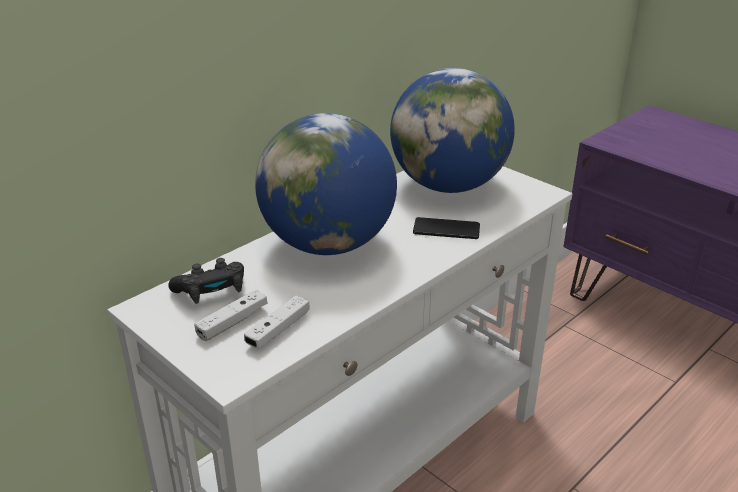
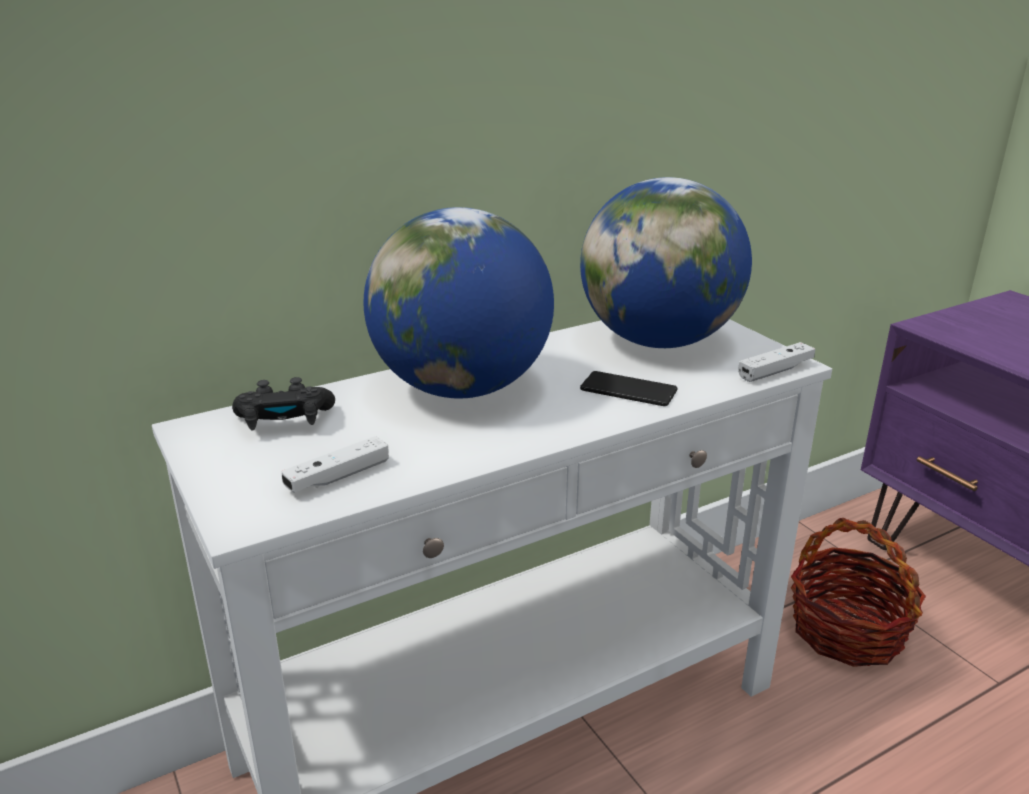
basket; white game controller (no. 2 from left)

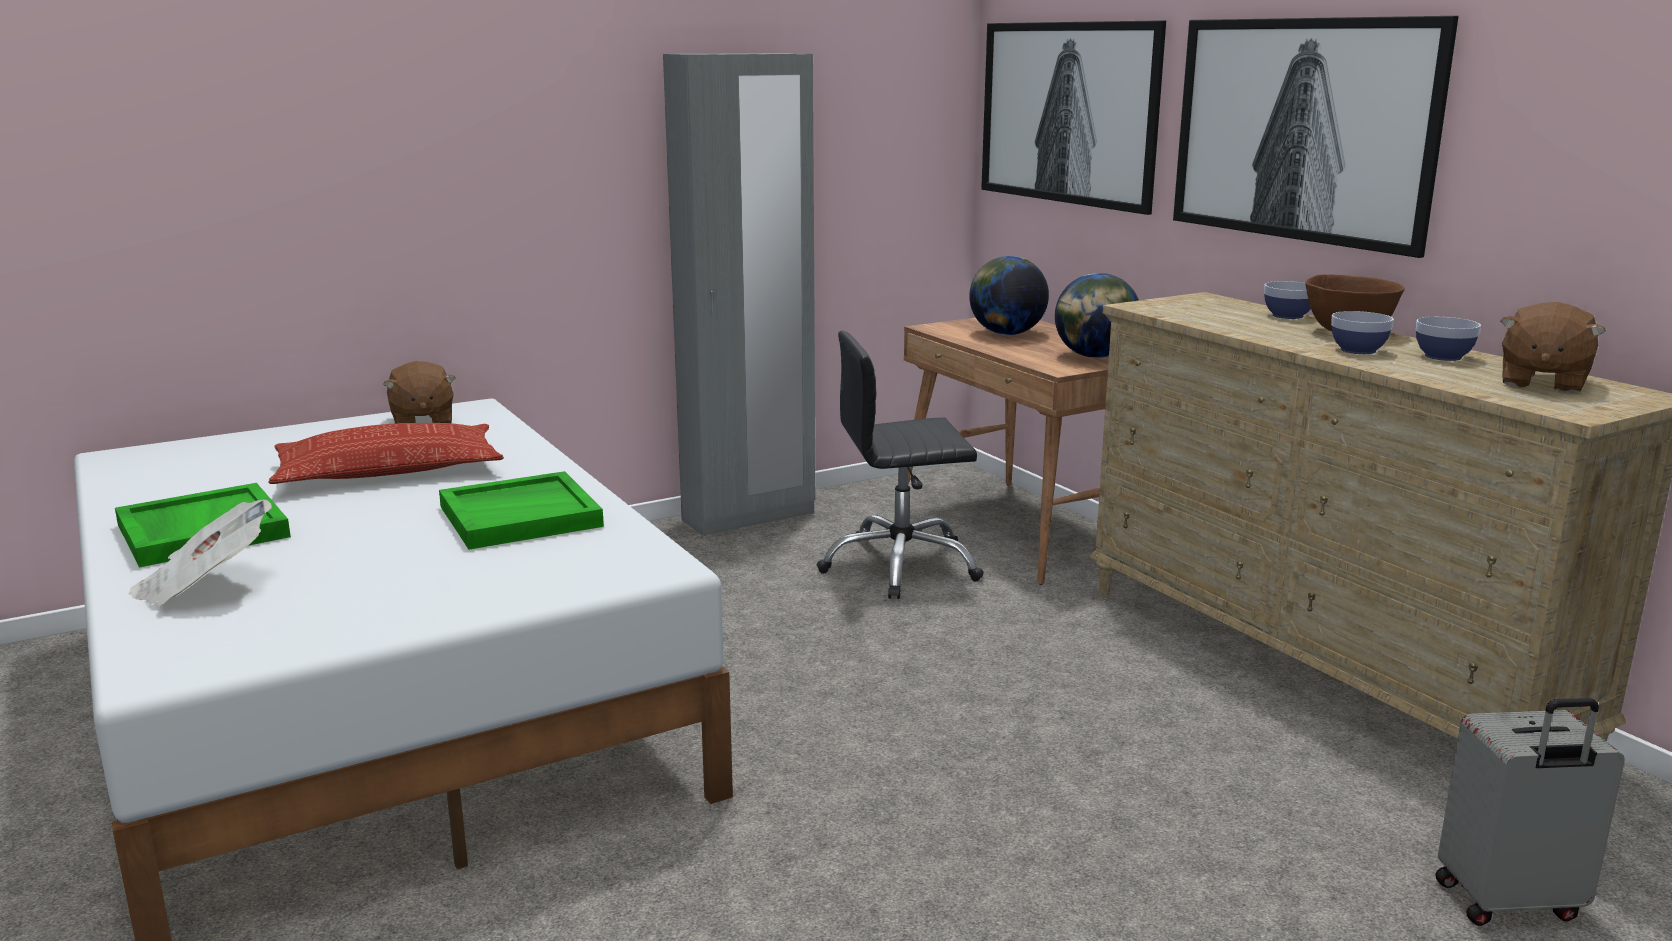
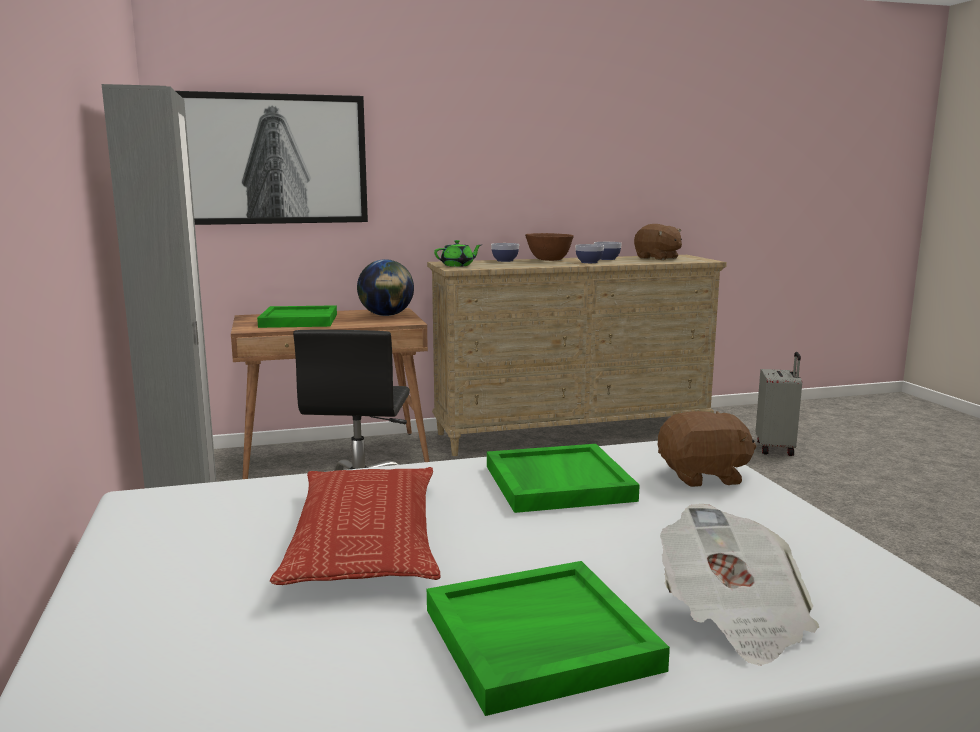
picture (no. 2 from left in the first image); green teapot; brown plush toy (no. 2 from left); green tray (no. 1 from left)

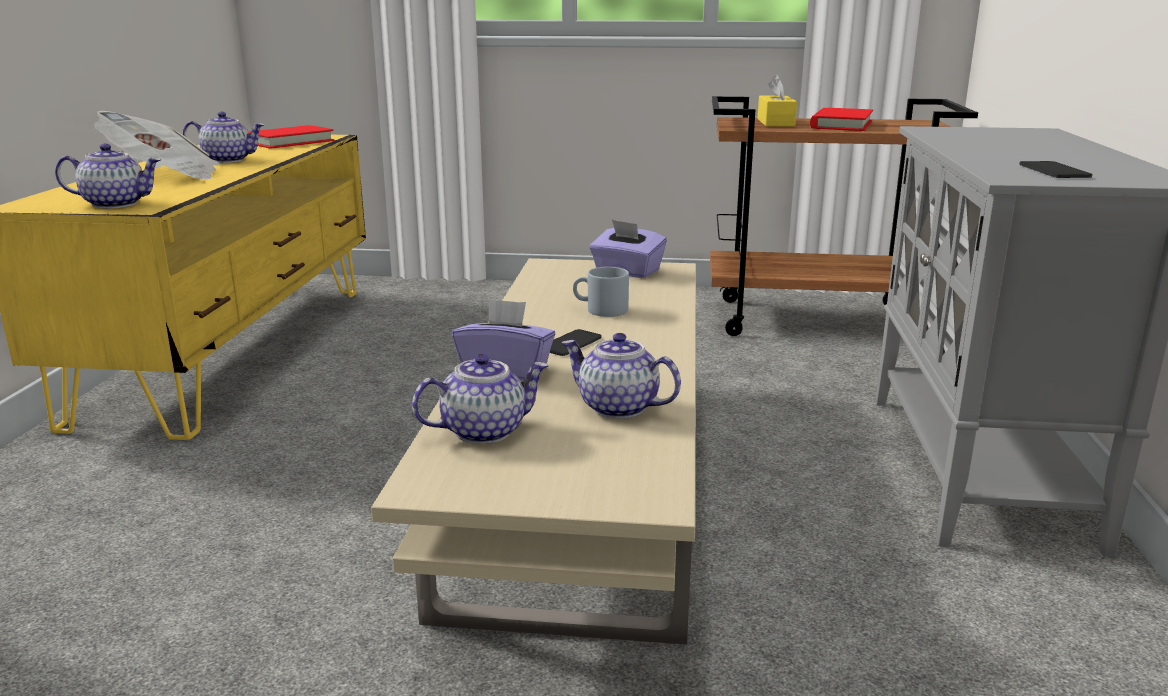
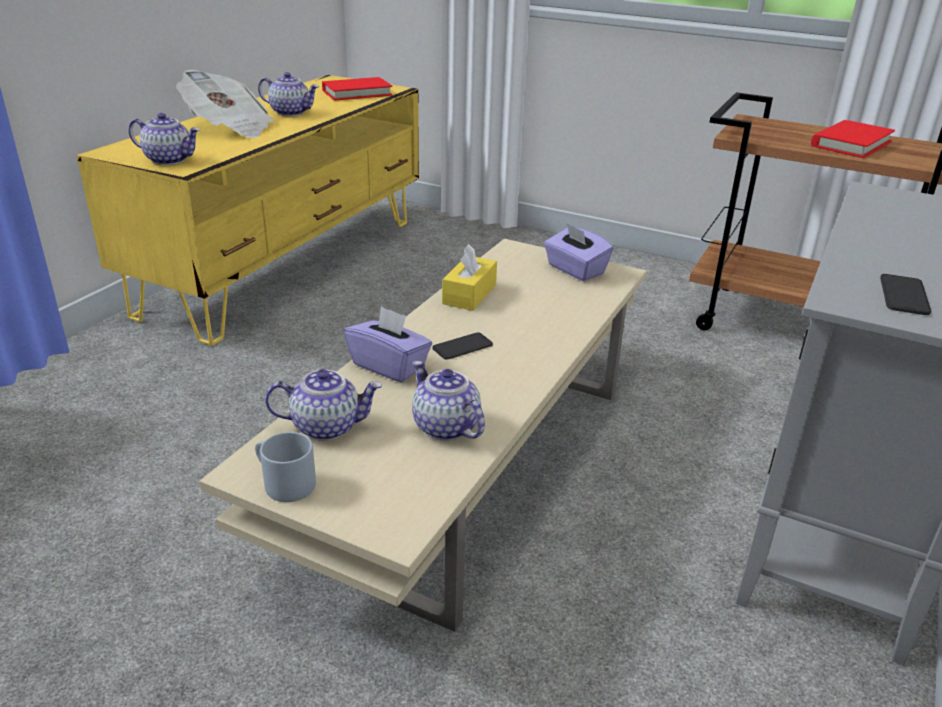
grey mug; yellow tissue box

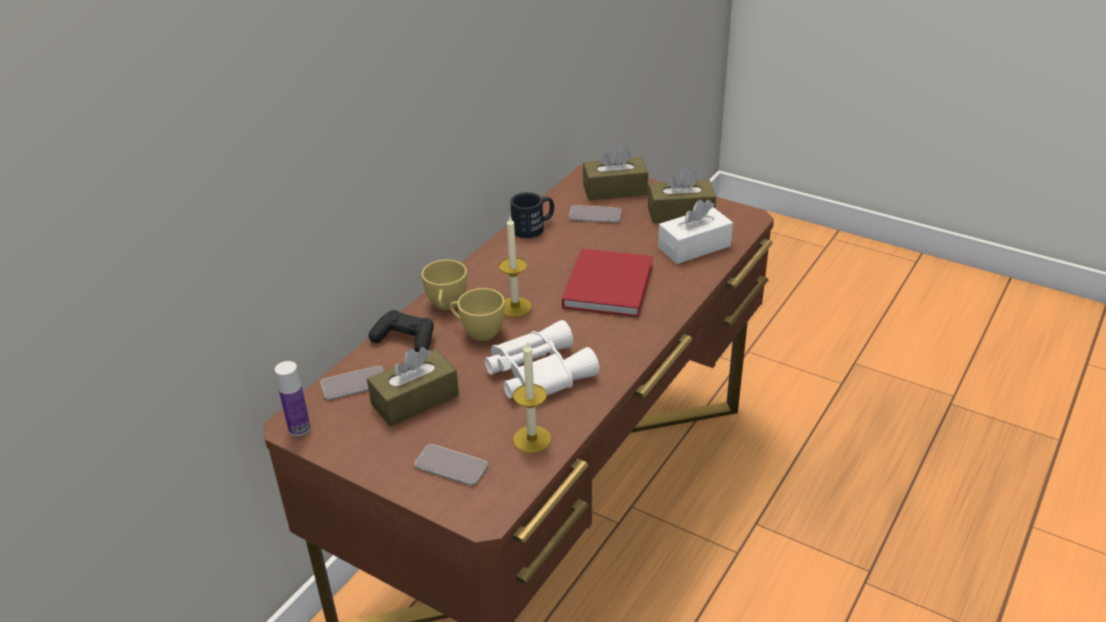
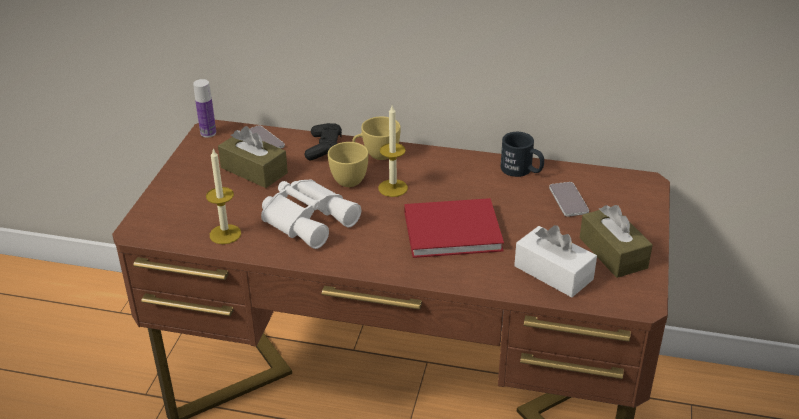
phone (no. 2 from left in the first image); brown tissue box (no. 2 from left in the first image)

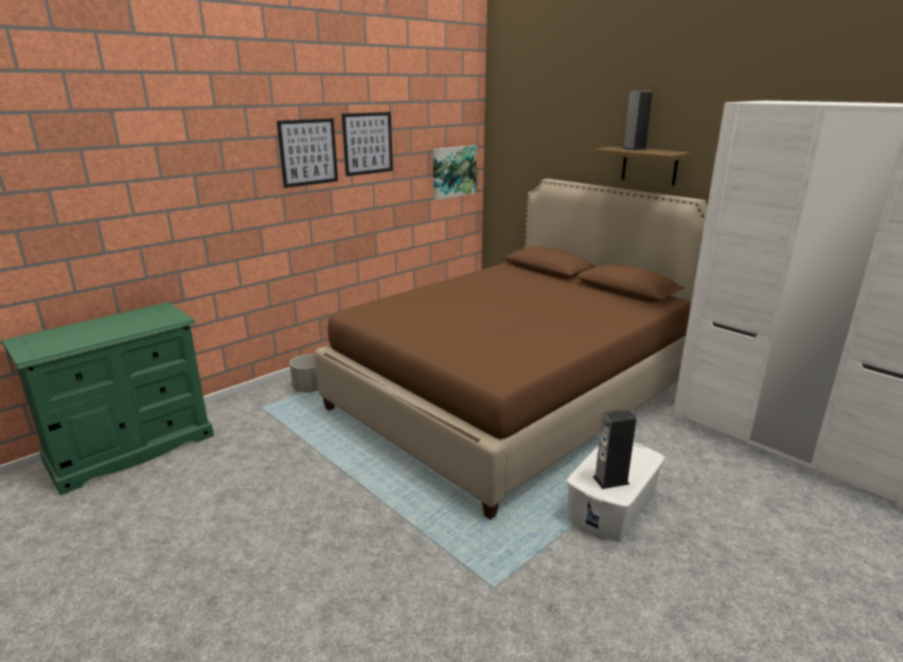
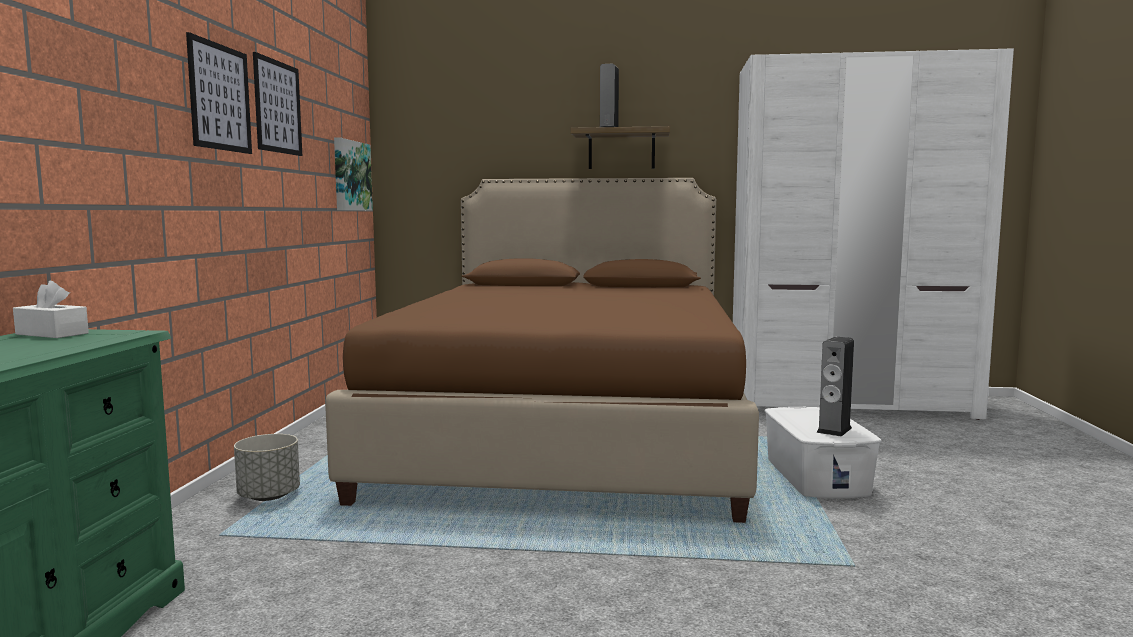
white tissue box

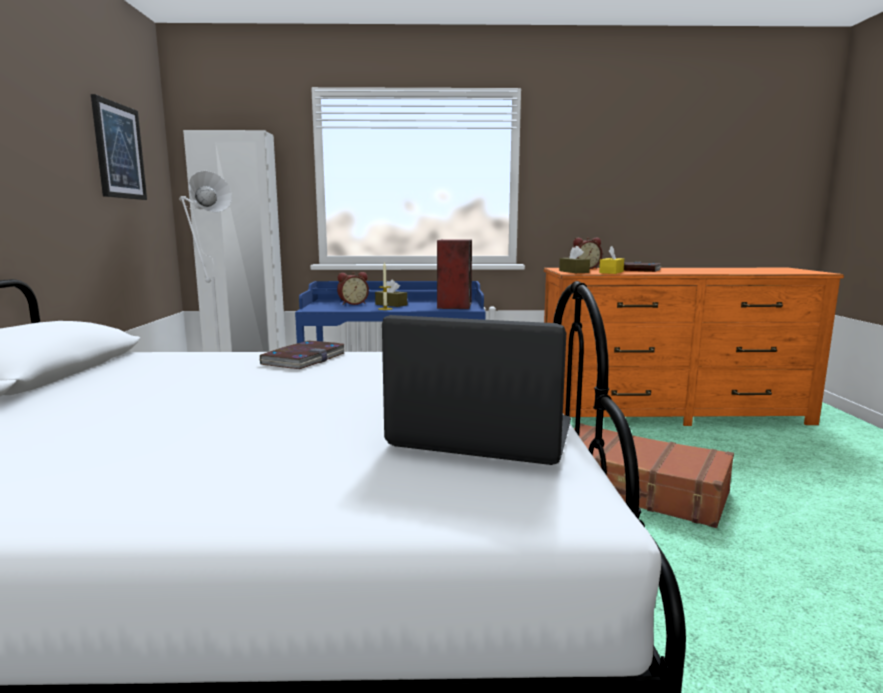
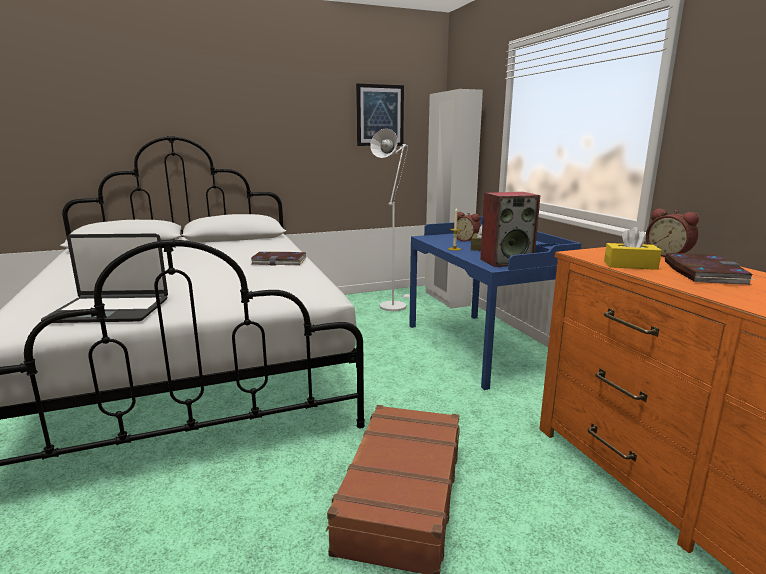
brown tissue box (no. 2 from left in the first image); laptop

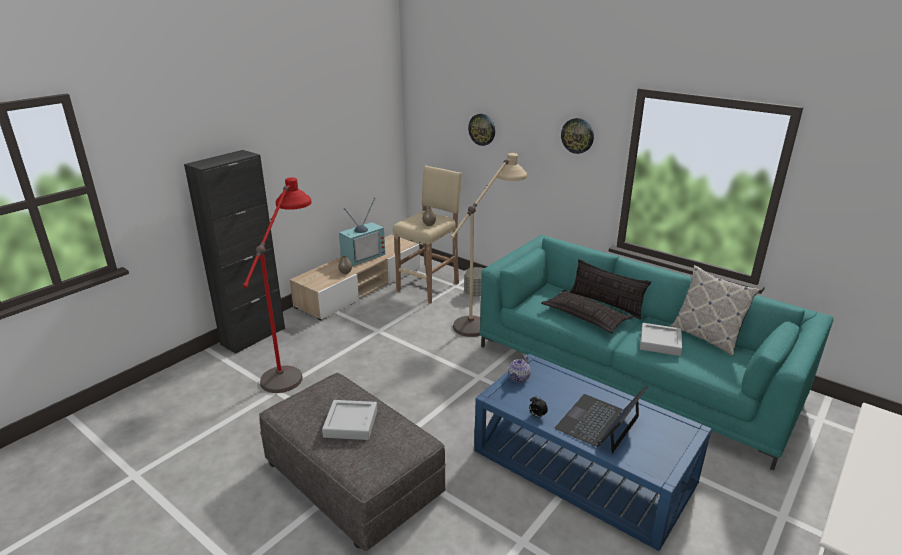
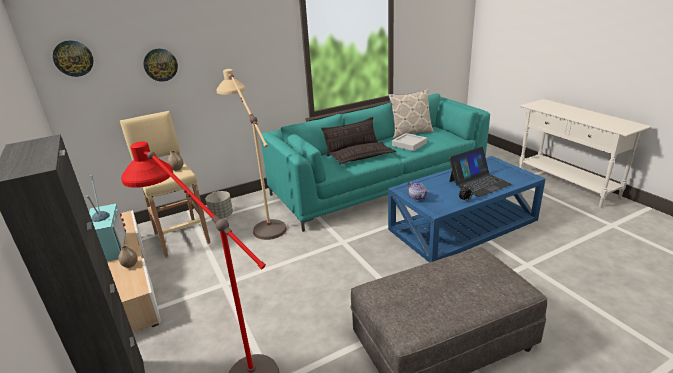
grey tray (no. 1 from left in the first image); wall clock (no. 1 from left); laptop

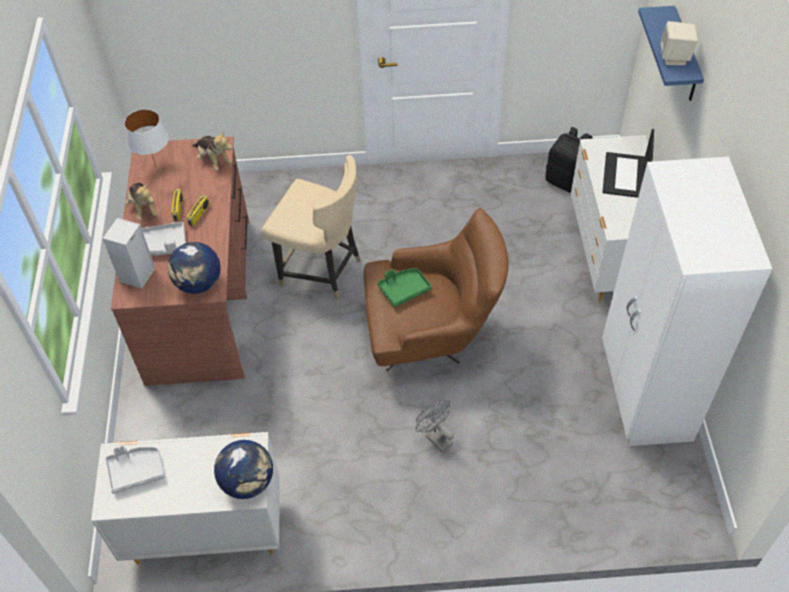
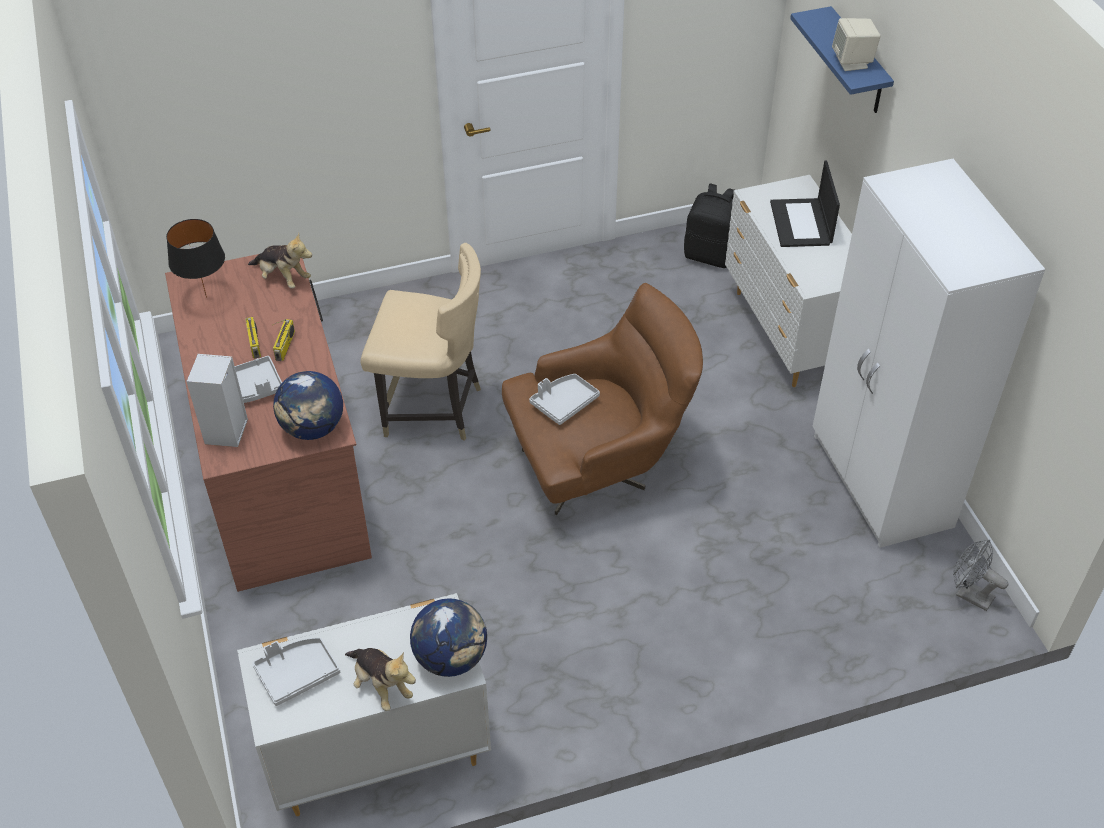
plush toy (no. 2 from left); grey fan; black table lamp; grey tray (no. 3 from left)

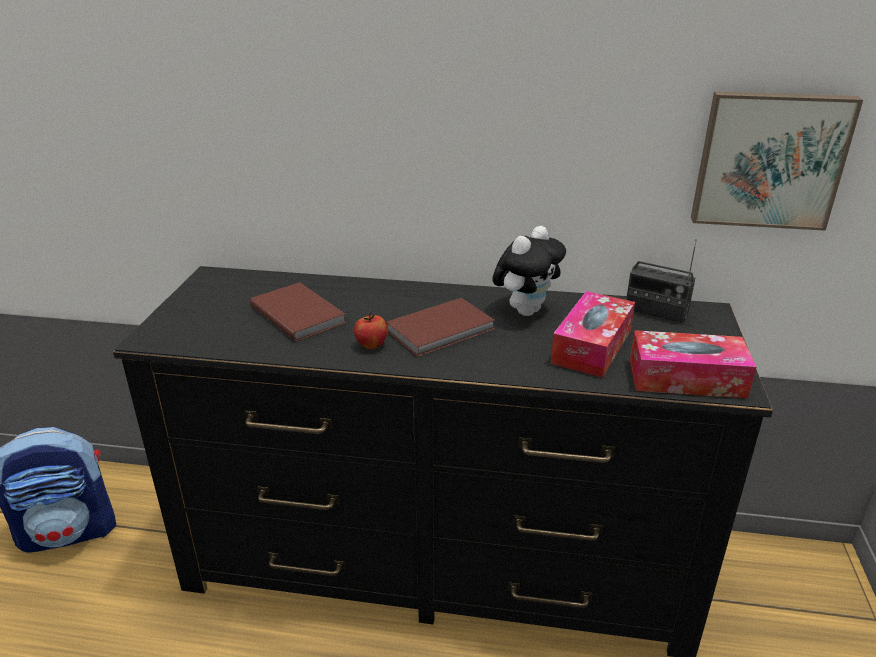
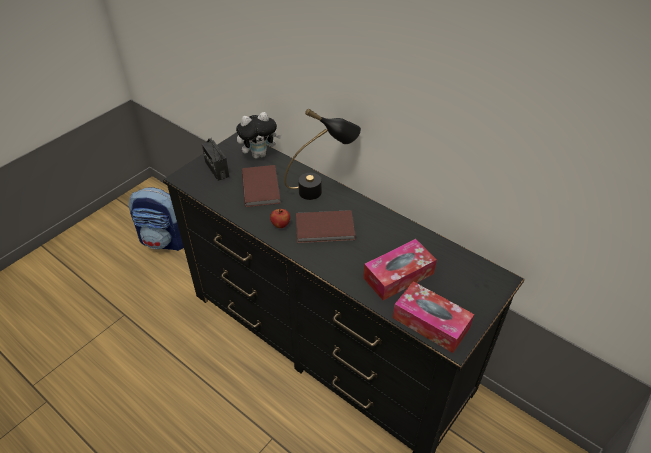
picture; black table lamp; plush toy; radio

